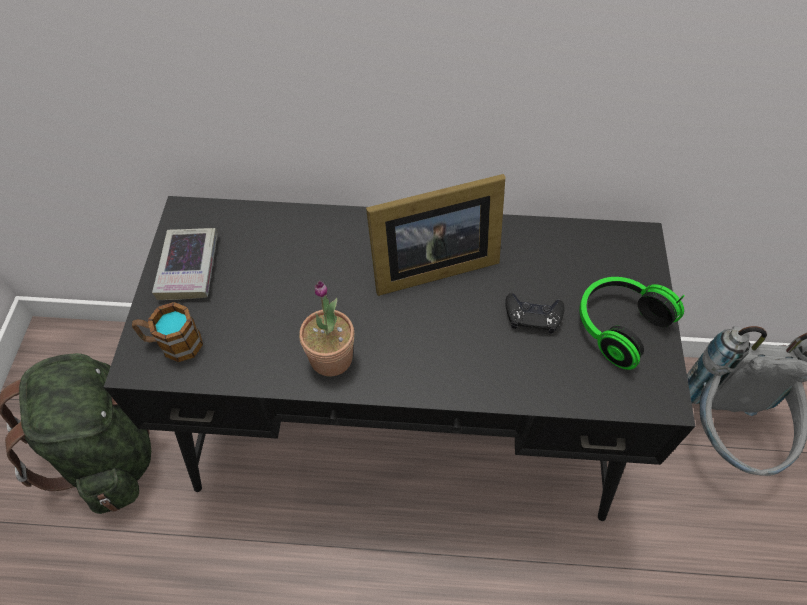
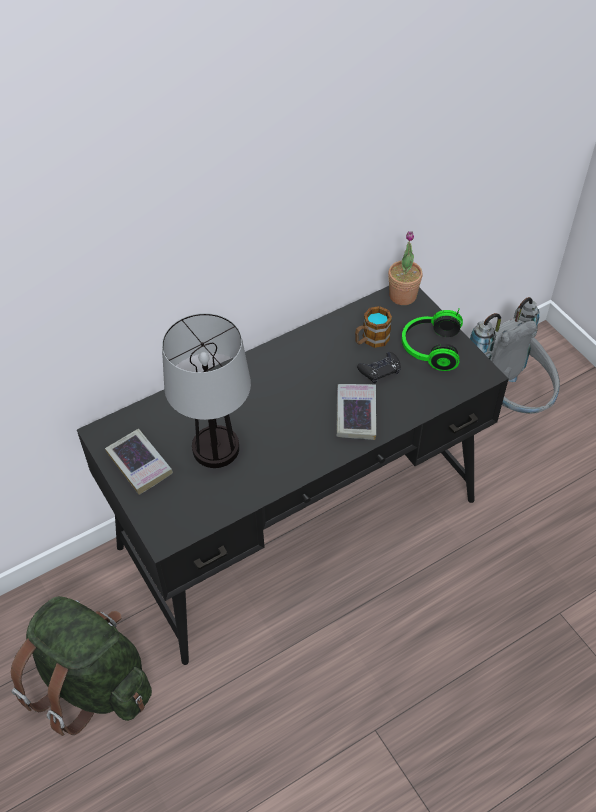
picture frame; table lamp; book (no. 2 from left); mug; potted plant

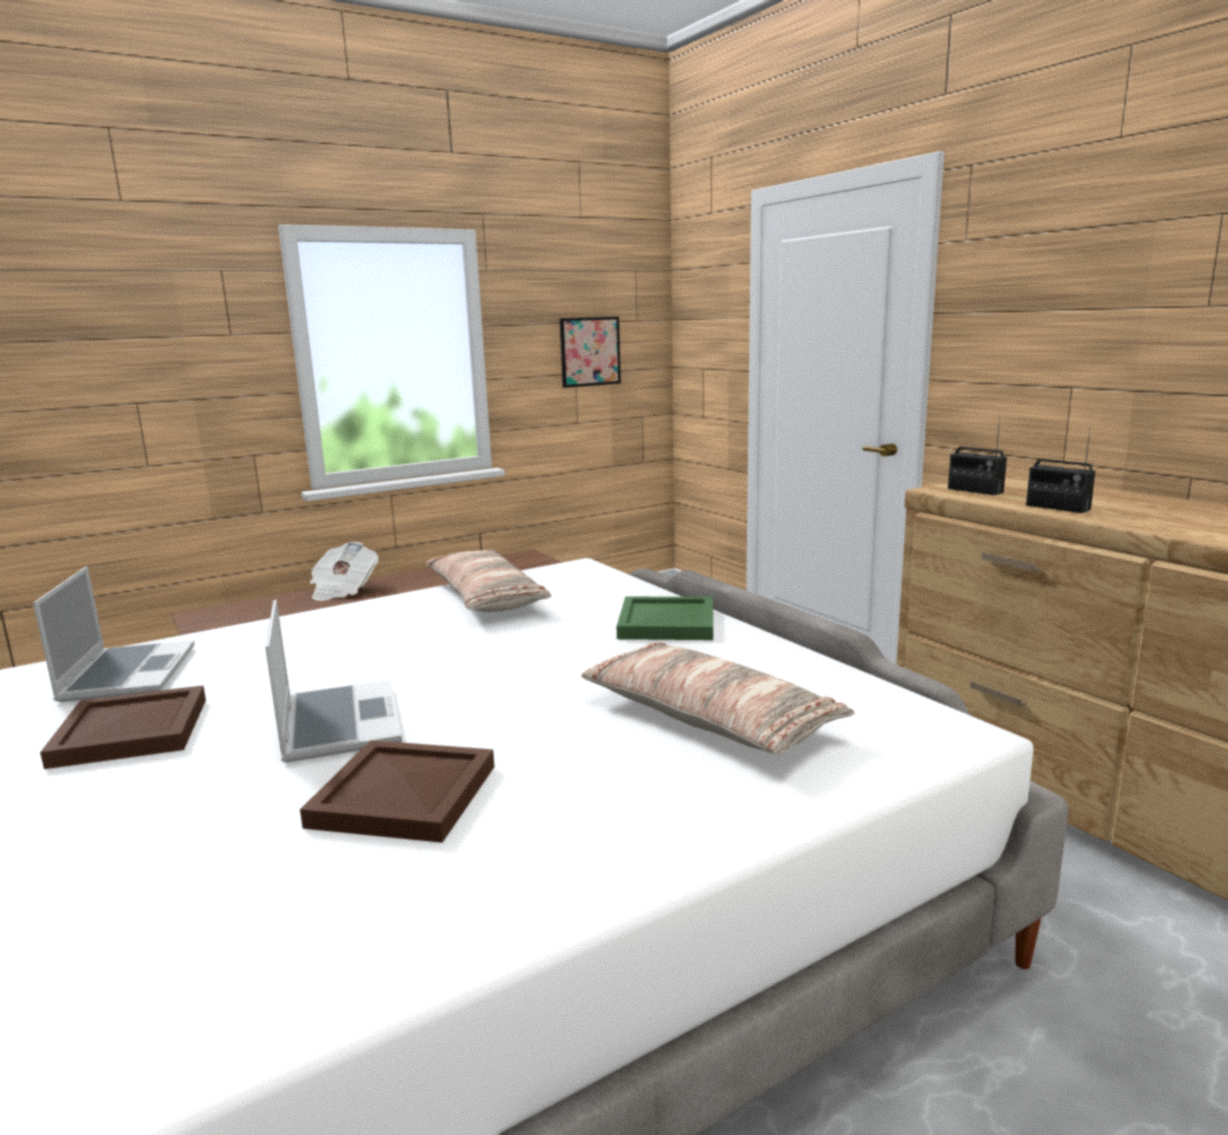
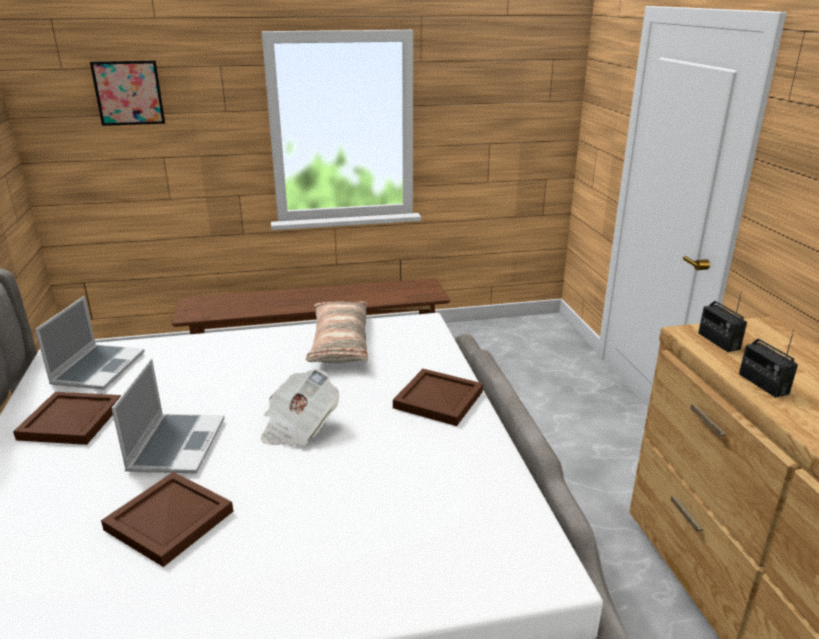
pillow (no. 2 from left in the first image); newspaper; picture; brown tray (no. 3 from left)

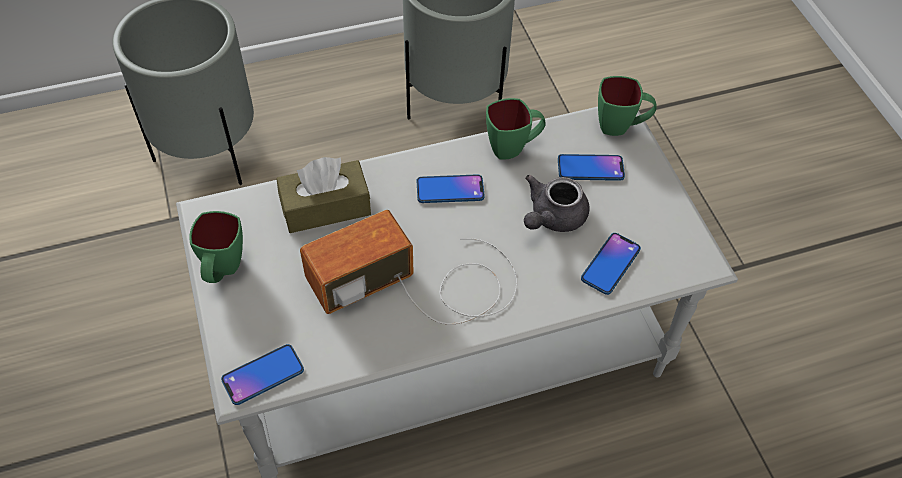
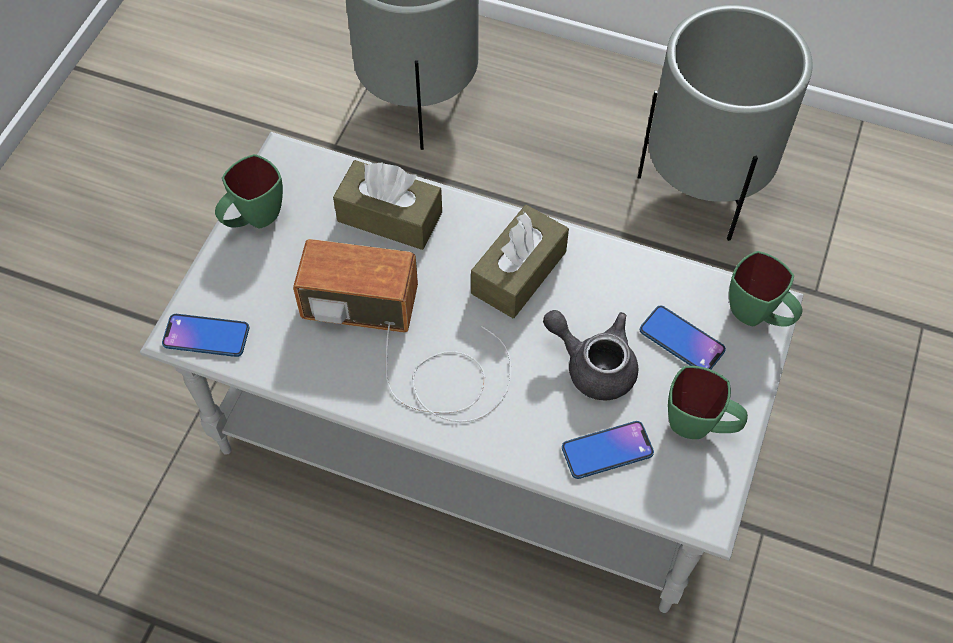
green mug (no. 2 from left); brown tissue box (no. 2 from left); grey teapot

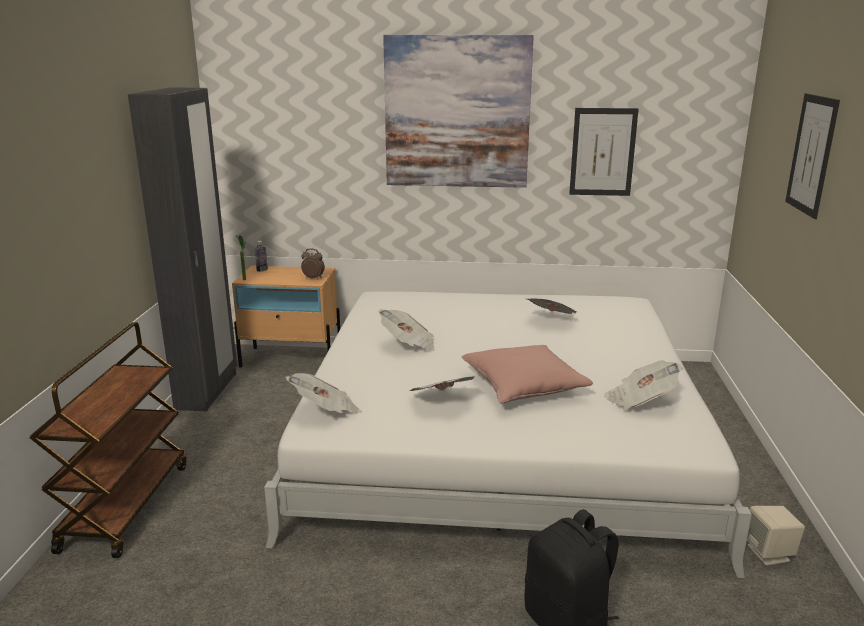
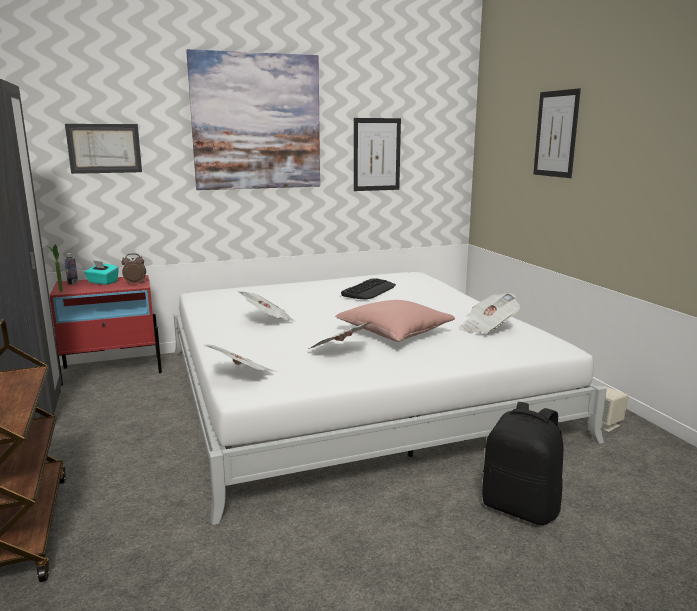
picture (no. 1 from left); turquoise tissue box; keyboard; red nightstand

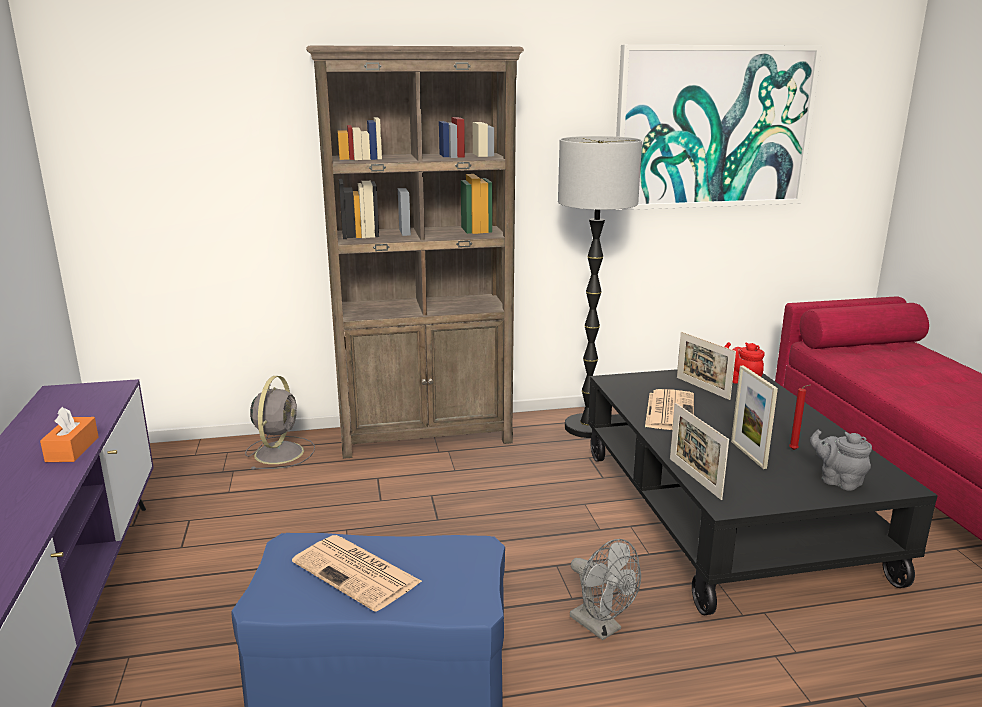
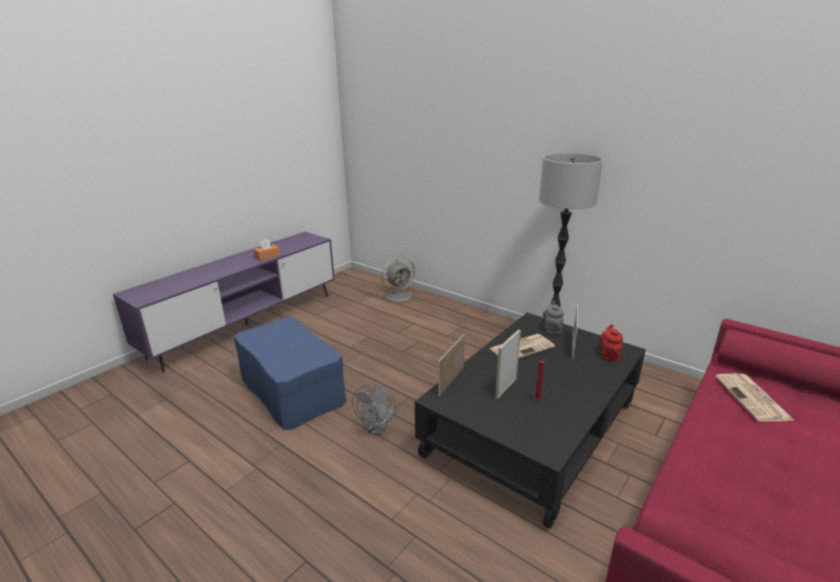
brown bookcase; picture; newspaper (no. 2 from left); grey teapot

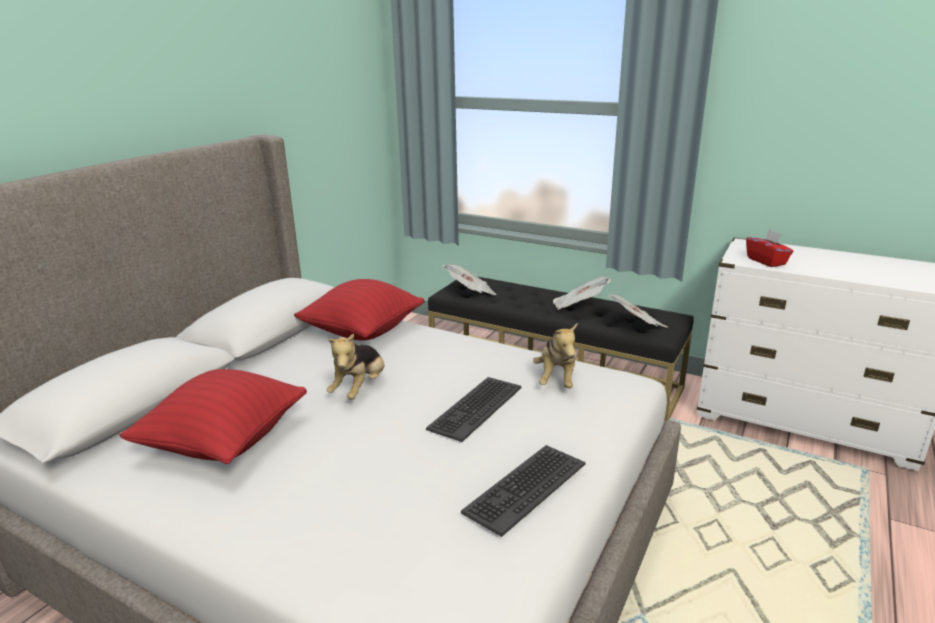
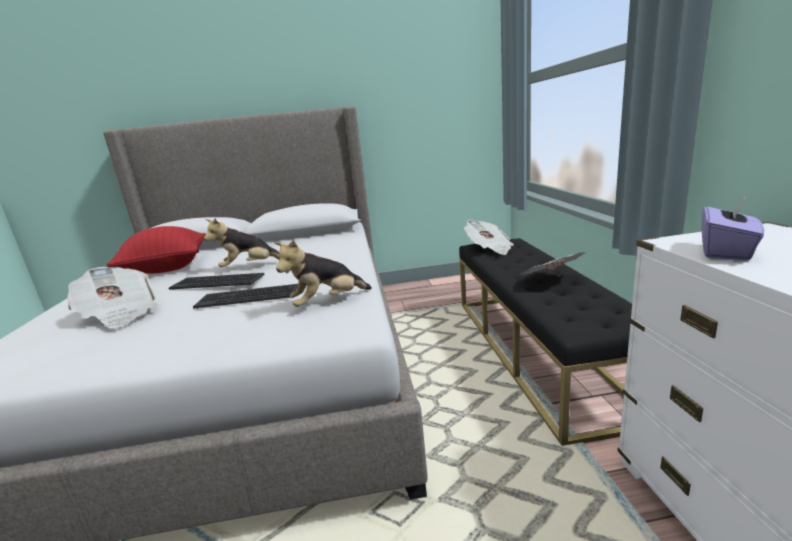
red pillow (no. 2 from left in the first image); keyboard (no. 1 from left); newspaper (no. 1 from left); purple tissue box

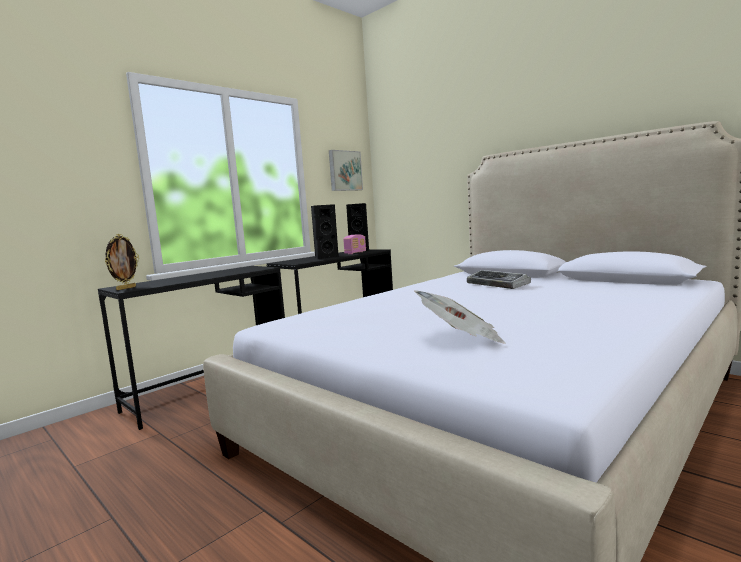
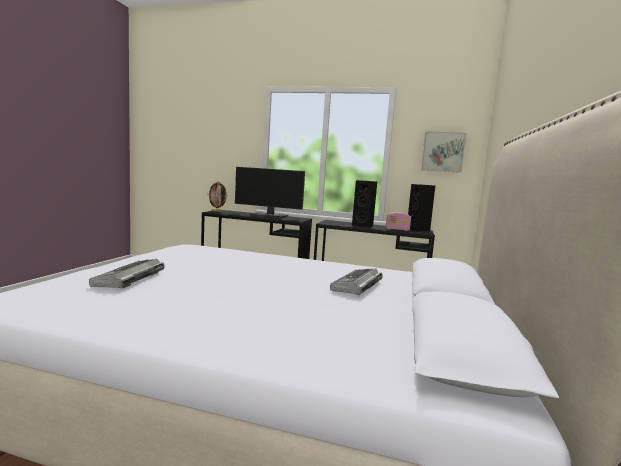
monitor; keyboard (no. 1 from left)

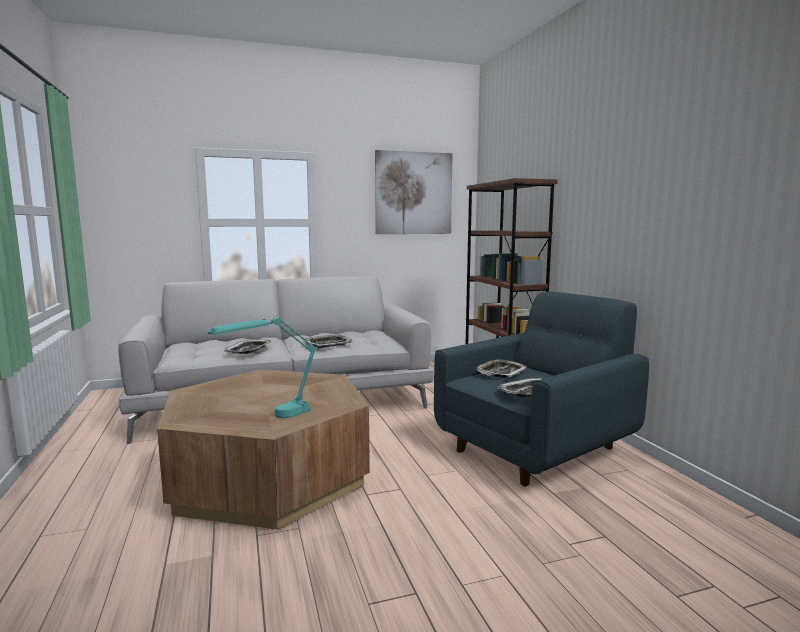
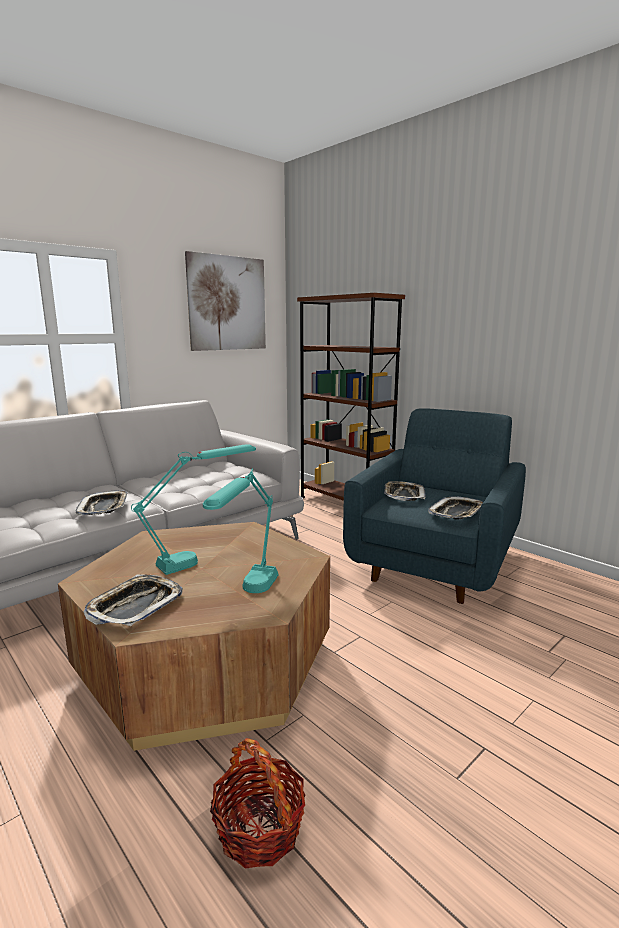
turquoise table lamp (no. 1 from left); basket; tray (no. 2 from left)

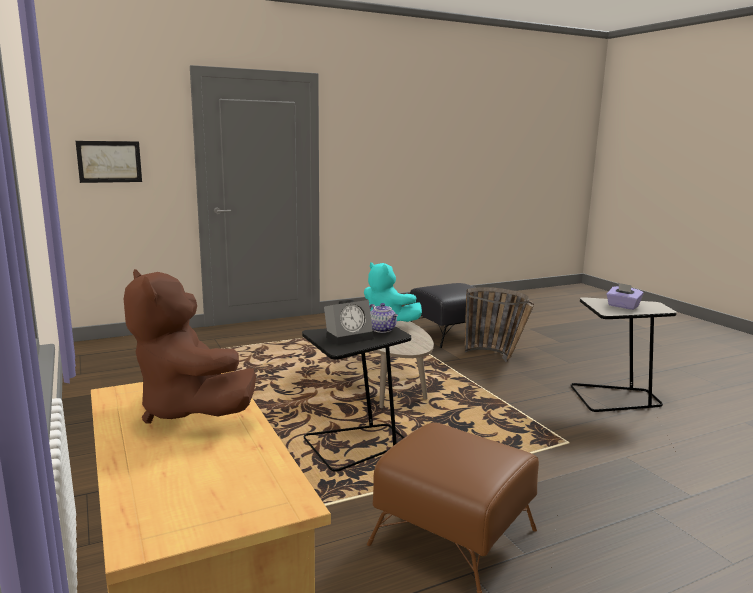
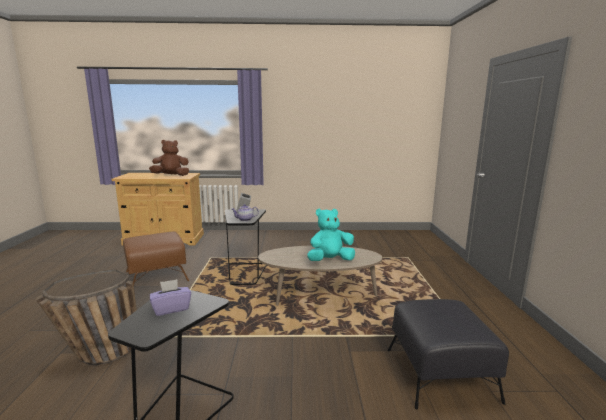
picture; basket

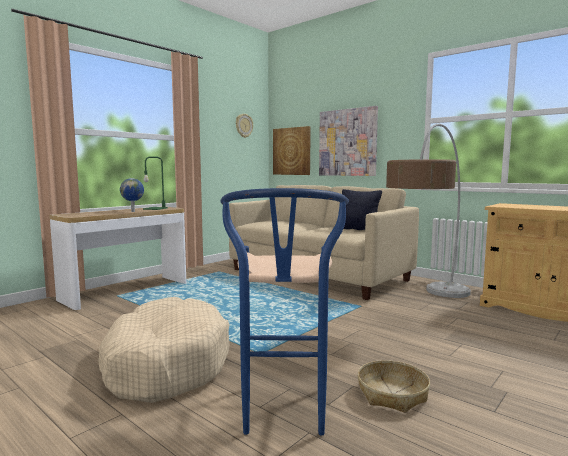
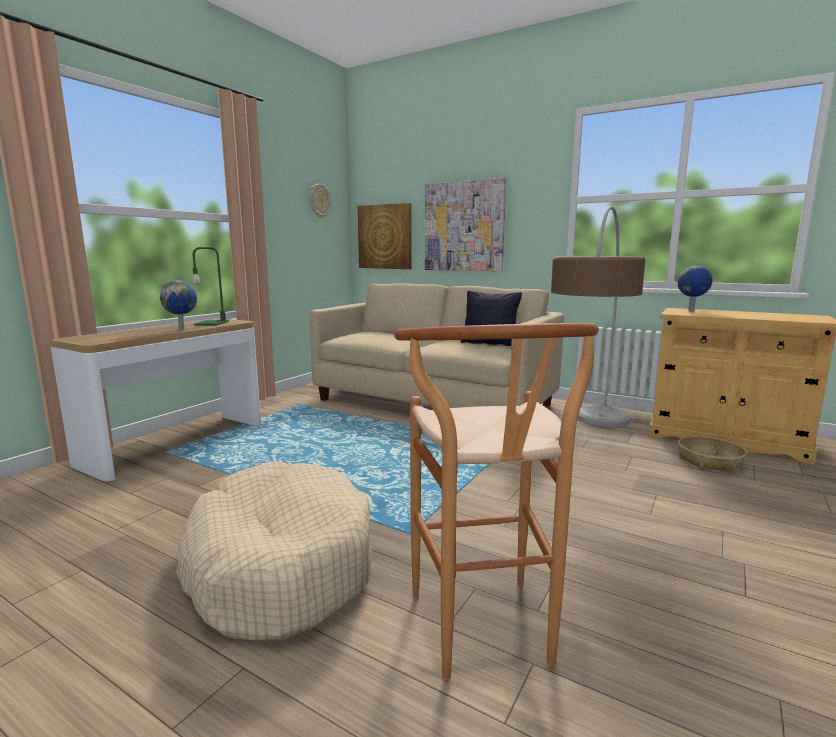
globe (no. 2 from left); basket; brown stool

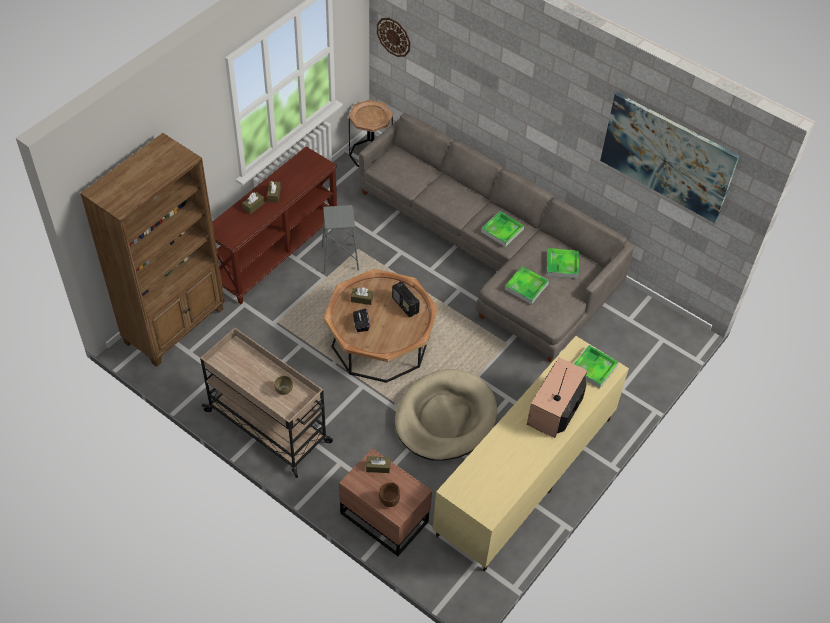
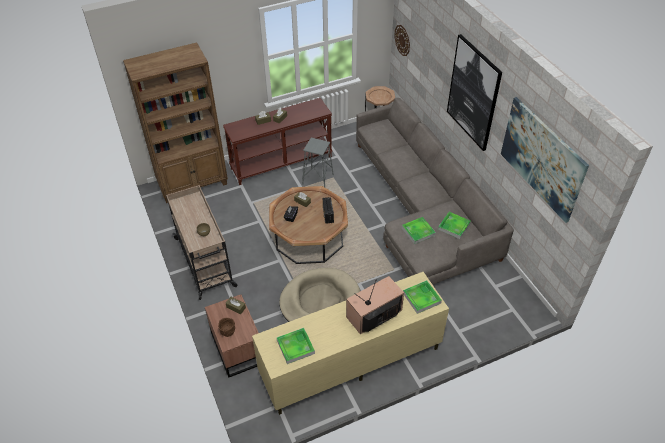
picture (no. 1 from left); tray (no. 1 from left)

